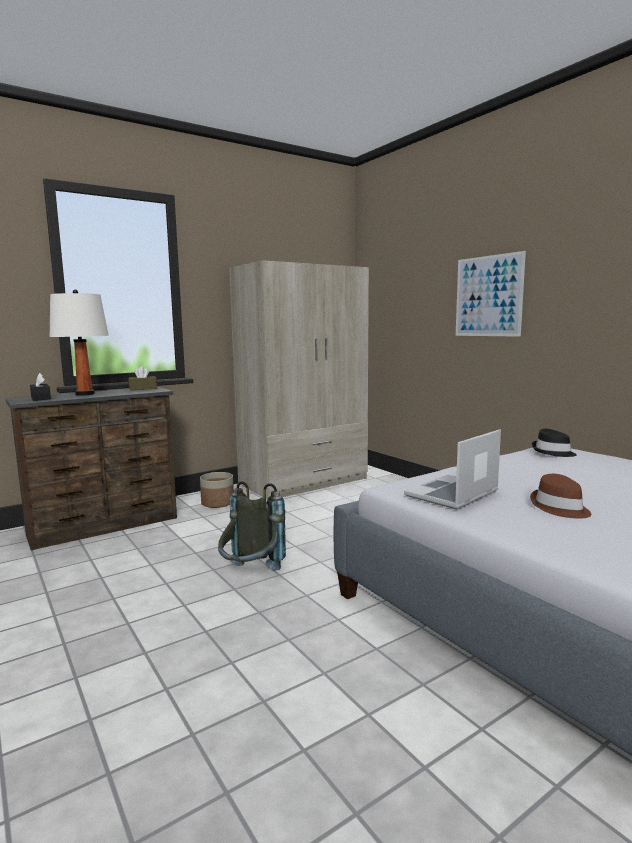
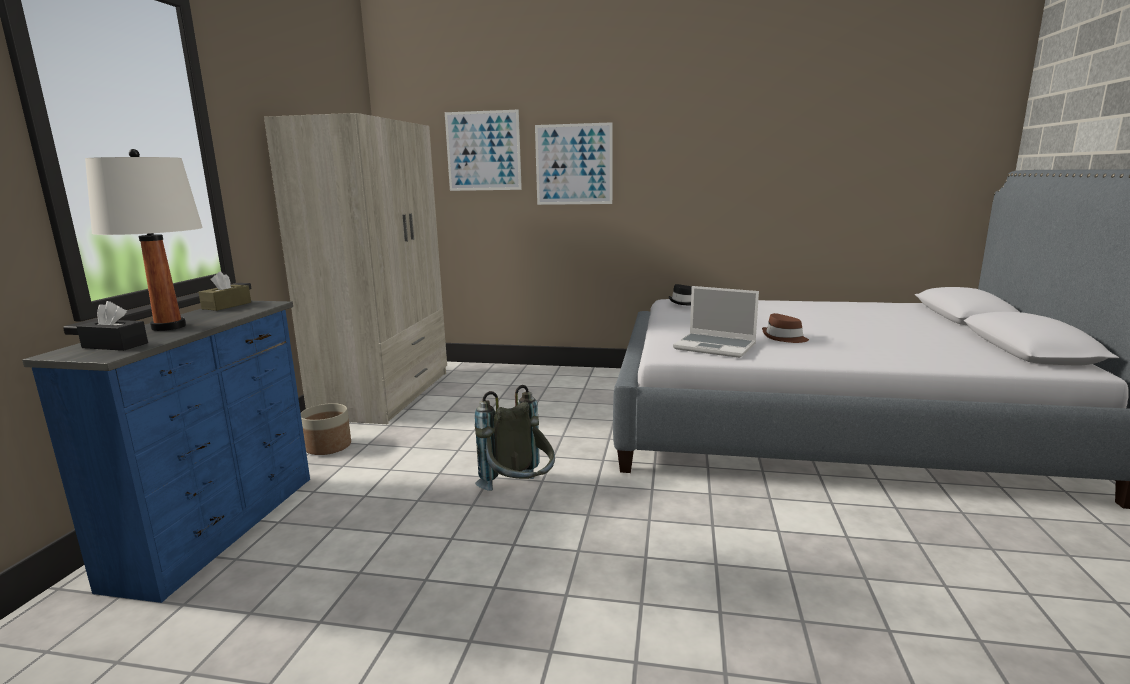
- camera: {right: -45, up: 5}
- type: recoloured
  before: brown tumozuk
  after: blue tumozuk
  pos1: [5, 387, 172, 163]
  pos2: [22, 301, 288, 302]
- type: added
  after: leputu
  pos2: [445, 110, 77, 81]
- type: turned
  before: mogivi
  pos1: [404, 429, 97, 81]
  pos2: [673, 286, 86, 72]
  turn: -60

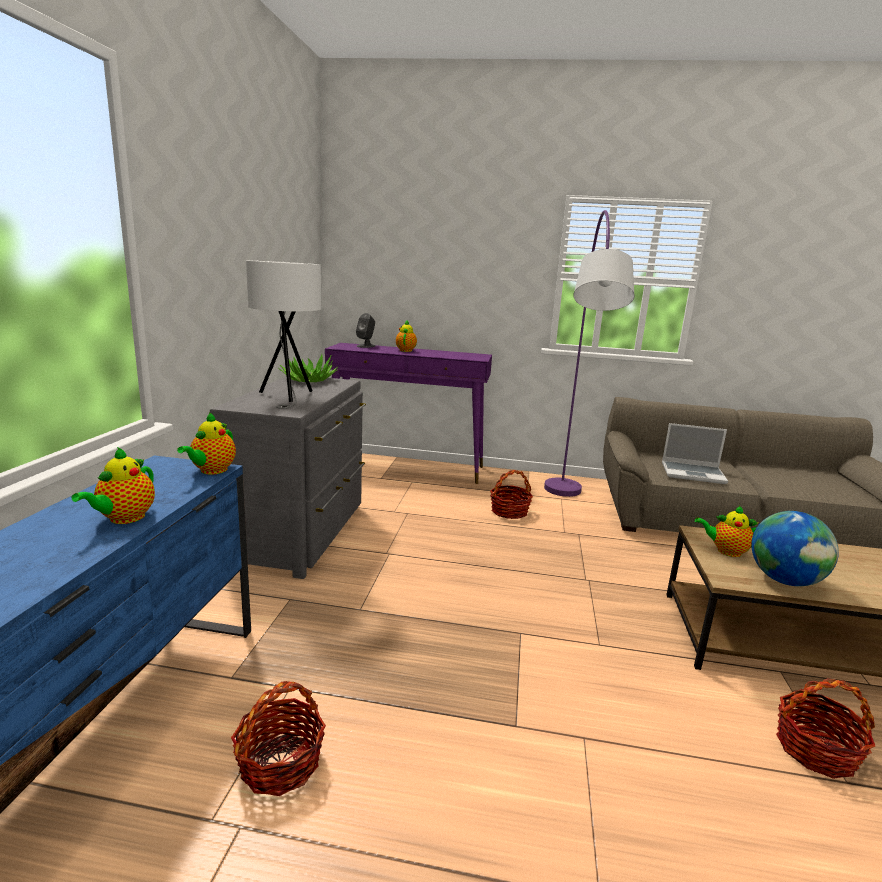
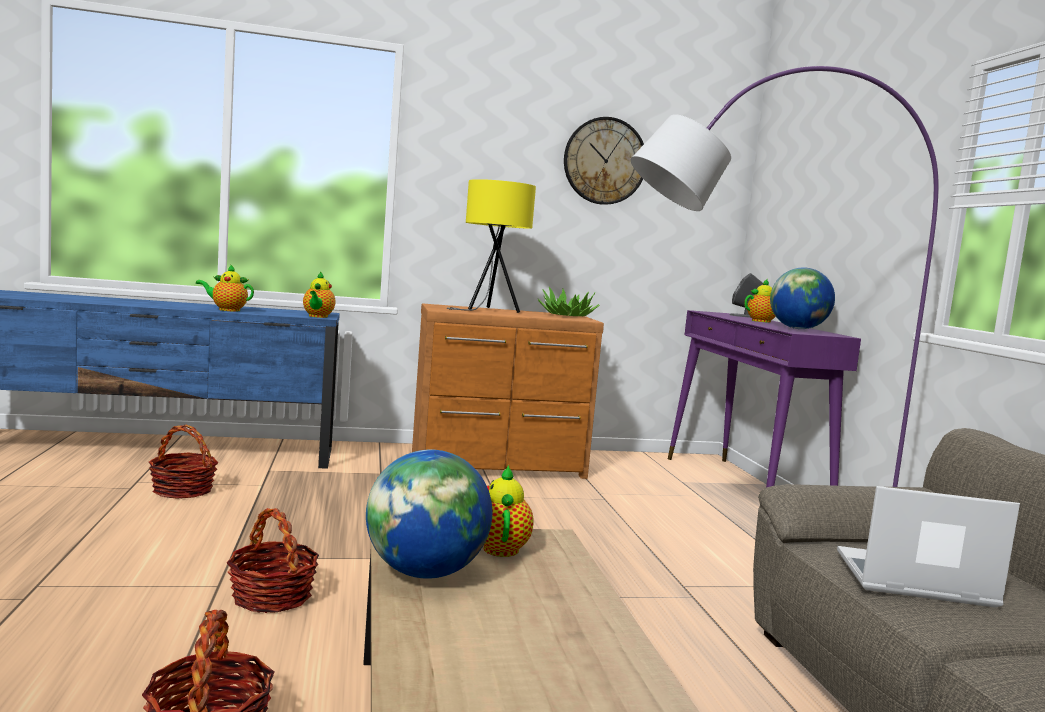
- camera: {right: 70, up: -10}
- type: moved
  before: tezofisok
  pos1: [490, 470, 43, 49]
  pos2: [227, 508, 92, 105]
- type: turned
  before: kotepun
  pos1: [177, 412, 59, 62]
  pos2: [303, 271, 32, 47]
  turn: -90
- type: recoloured
  before: grey tumozuk
  after: brown tumozuk
  pos1: [210, 376, 156, 203]
  pos2: [412, 303, 192, 176]
- type: recoloured
  before: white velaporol
  after: yellow velaporol
  pos1: [246, 260, 75, 149]
  pos2: [447, 179, 89, 134]
- type: added
  after: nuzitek
  pos2: [564, 117, 80, 88]
- type: added
  after: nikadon
  pos2: [770, 268, 65, 61]
- type: turned
  before: mogivi
  pos1: [662, 423, 66, 61]
  pos2: [837, 486, 183, 122]
  turn: 105

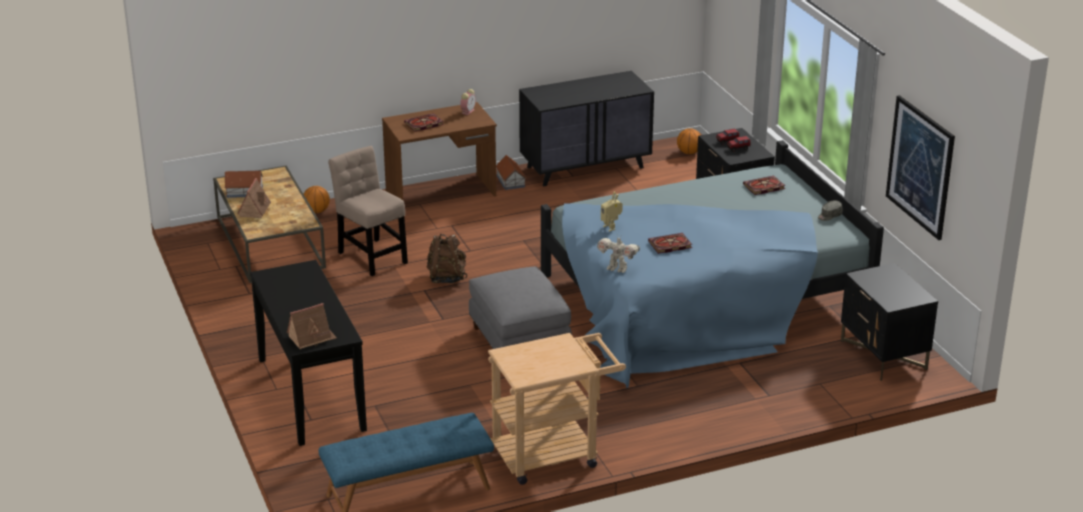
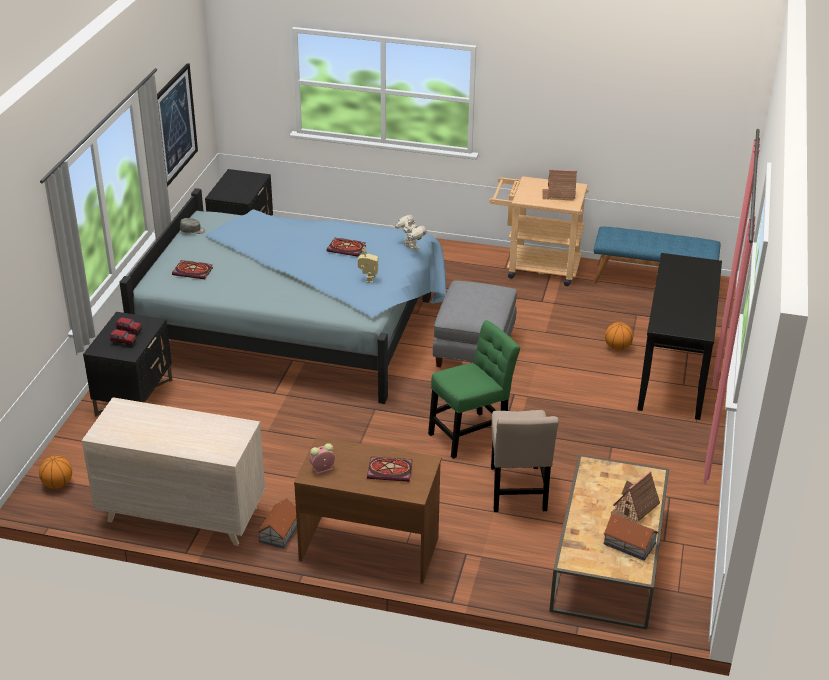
- camera: {right: -145, up: 5}
- type: recoloured
  before: black tumozuk
  after: beige tumozuk
  pos1: [519, 71, 135, 116]
  pos2: [82, 397, 183, 149]
- type: replaced
  before: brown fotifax
  after: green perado
  pos1: [426, 234, 41, 49]
  pos2: [428, 320, 92, 139]
- type: moved
  before: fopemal
  pos1: [287, 303, 50, 46]
  pos2: [542, 169, 35, 32]
- type: moved
  before: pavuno
  pos1: [304, 186, 26, 27]
  pos2: [605, 322, 28, 28]

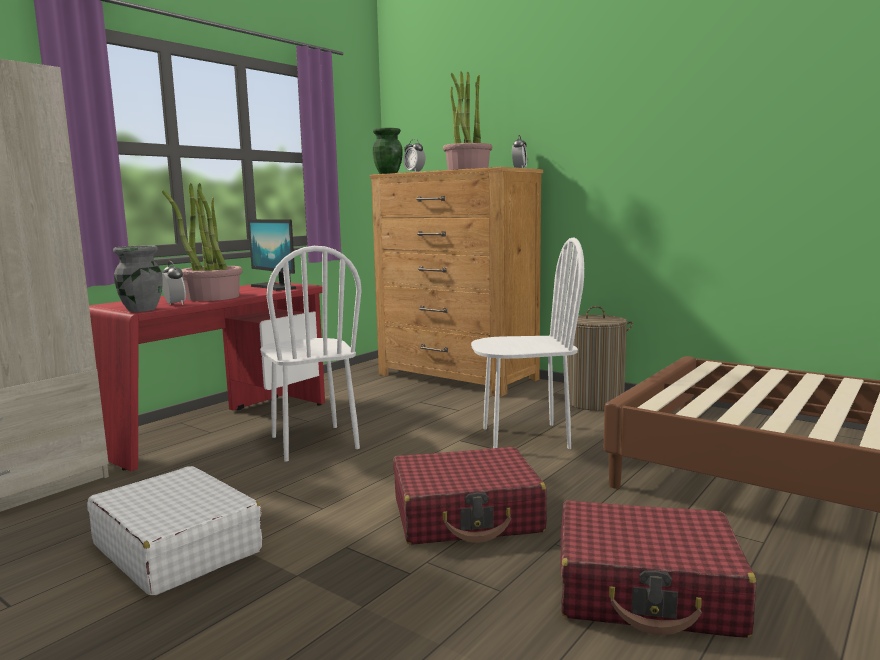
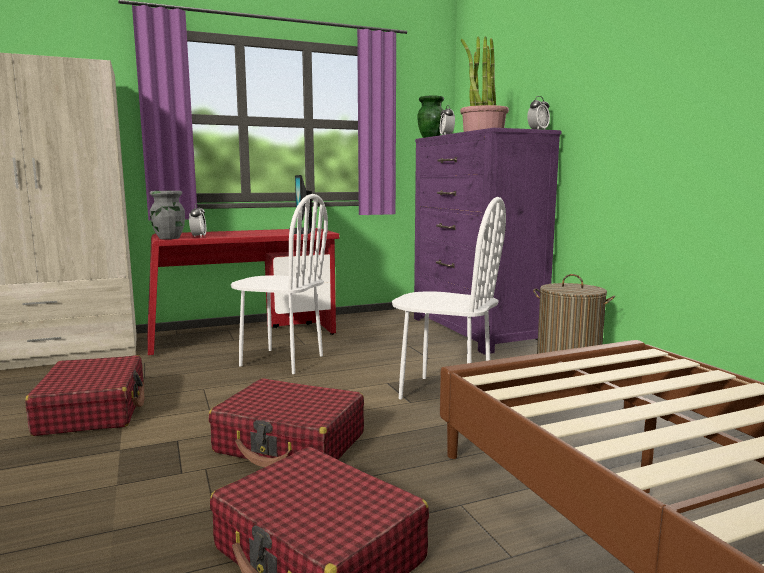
- camera: {right: 30, up: 0}
- type: recoloured
  before: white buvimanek
  after: red buvimanek
  pos1: [87, 466, 175, 130]
  pos2: [25, 355, 119, 81]
- type: turned
  before: white perado
  pos1: [260, 246, 102, 216]
  pos2: [231, 194, 97, 180]
  turn: -75
- type: recoloured
  before: brown tumozuk
  after: purple tumozuk
  pos1: [370, 167, 173, 230]
  pos2: [414, 128, 148, 226]
- type: removed
  before: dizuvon
  pos1: [162, 183, 81, 118]

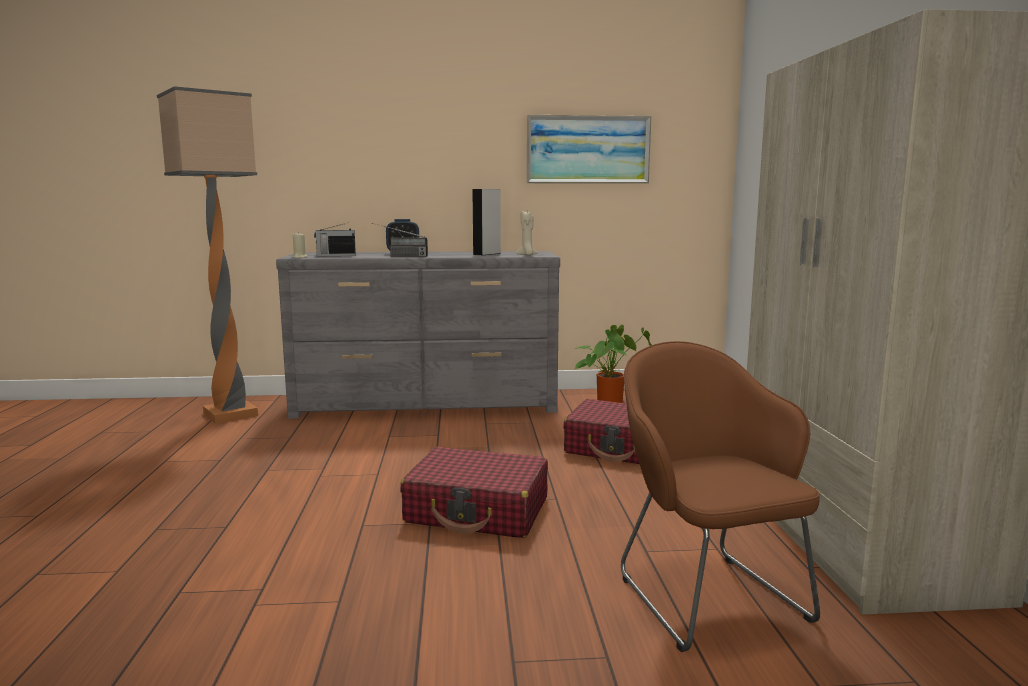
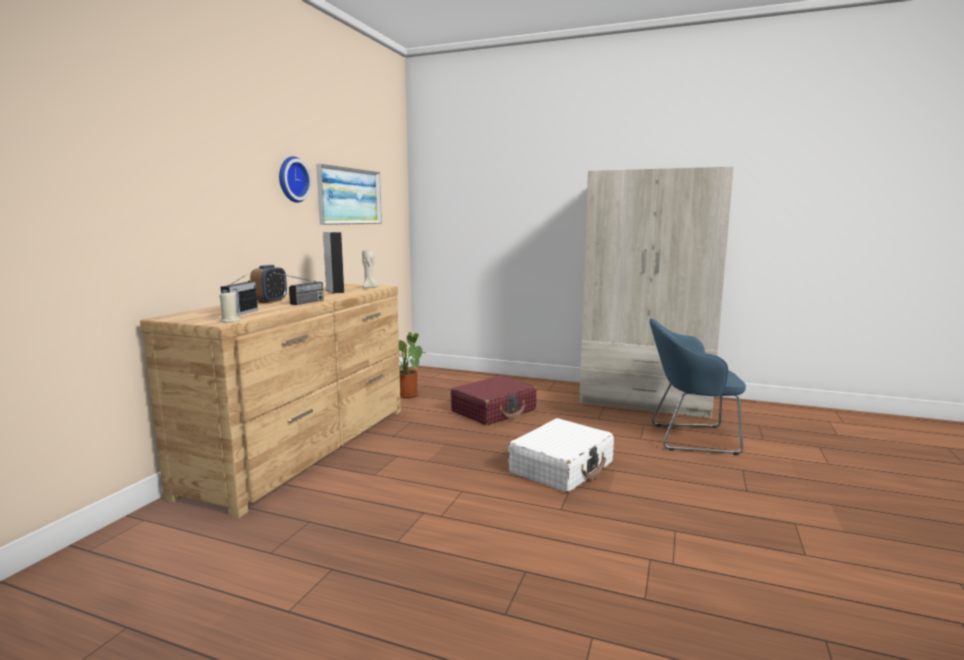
- camera: {right: -65, up: 0}
- type: recoloured
  before: grey tumozuk
  after: brown tumozuk
  pos1: [276, 251, 284, 168]
  pos2: [140, 284, 261, 234]
- type: added
  after: nuzitek
  pos2: [279, 156, 33, 47]
- type: recoloured
  before: red buvimanek
  after: white buvimanek
  pos1: [400, 447, 148, 91]
  pos2: [508, 418, 106, 75]
- type: recoloured
  before: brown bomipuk
  after: blue bomipuk
  pos1: [621, 341, 199, 311]
  pos2: [649, 318, 97, 137]
- type: removed
  before: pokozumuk
  pos1: [157, 86, 101, 338]

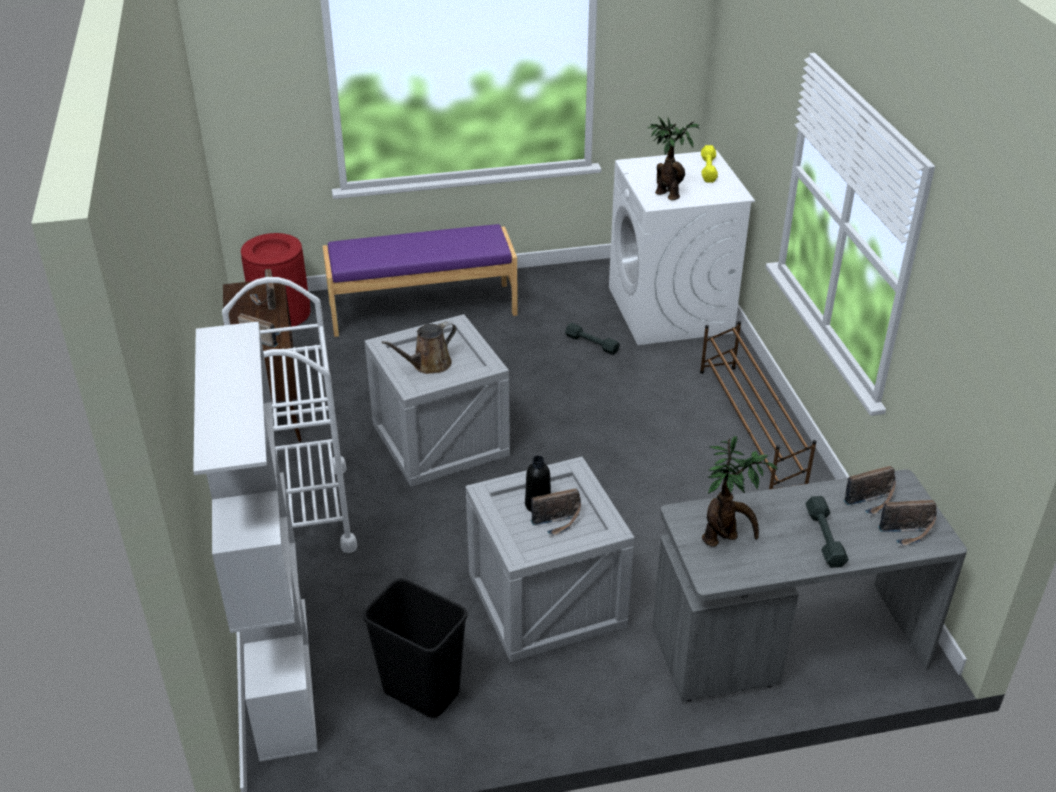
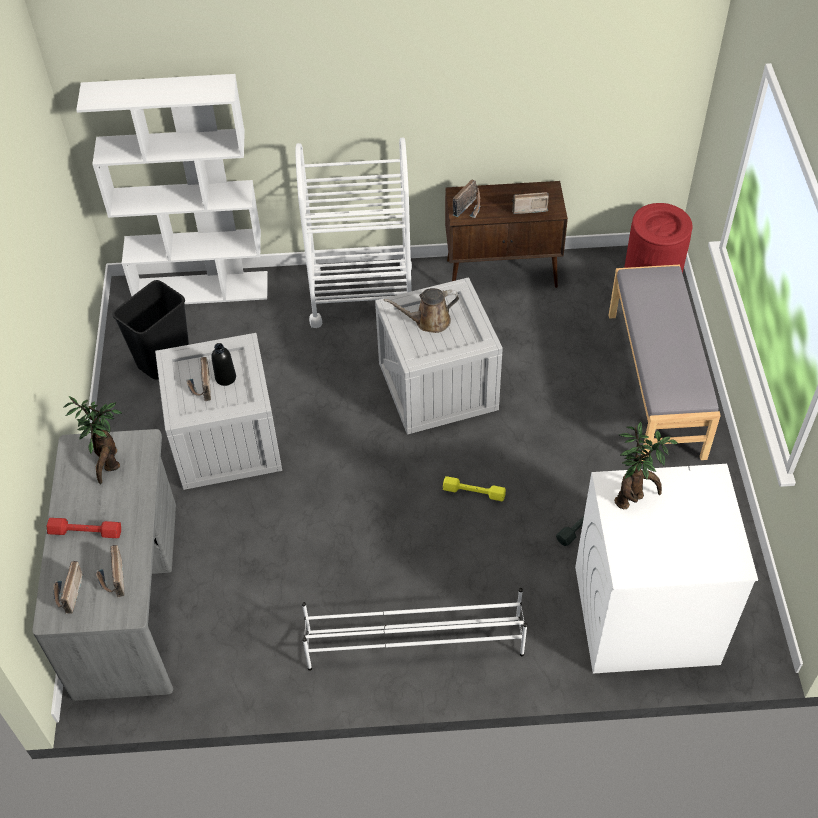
- camera: {right: 100, up: 15}
- type: recoloured
  before: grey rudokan
  after: red rudokan
  pos1: [805, 496, 44, 72]
  pos2: [47, 518, 74, 20]
- type: recoloured
  before: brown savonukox
  after: white savonukox
  pos1: [700, 321, 117, 168]
  pos2: [302, 588, 225, 83]
- type: turned
  before: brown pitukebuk
  pos1: [382, 321, 74, 53]
  pos2: [383, 288, 76, 45]
  turn: -75
- type: moved
  before: yellow rudokan
  pos1: [701, 145, 17, 38]
  pos2: [443, 476, 63, 25]
- type: recoloured
  before: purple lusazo
  after: grey lusazo
  pos1: [323, 224, 195, 113]
  pos2: [608, 265, 113, 196]

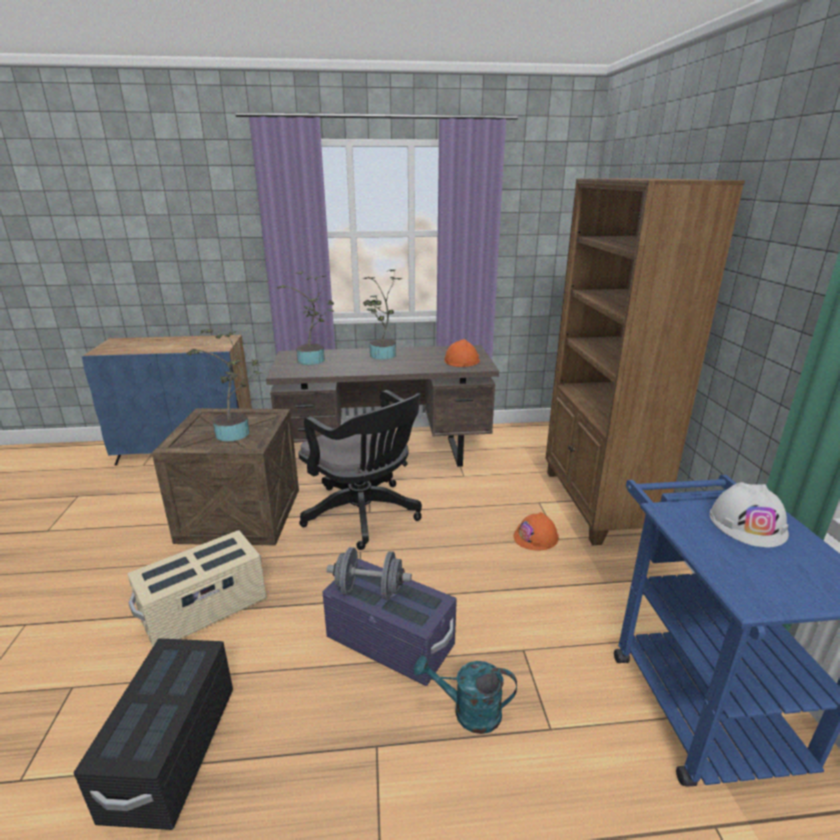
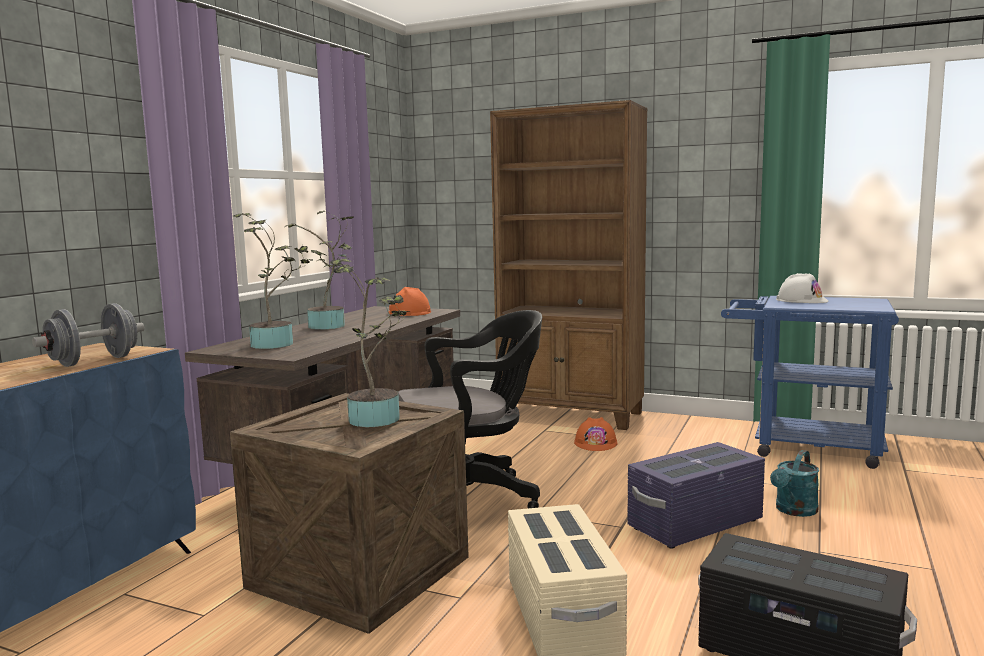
- camera: {right: -60, up: -15}
- type: moved
  before: grey rudokan
  pos1: [327, 547, 85, 53]
  pos2: [32, 303, 112, 64]

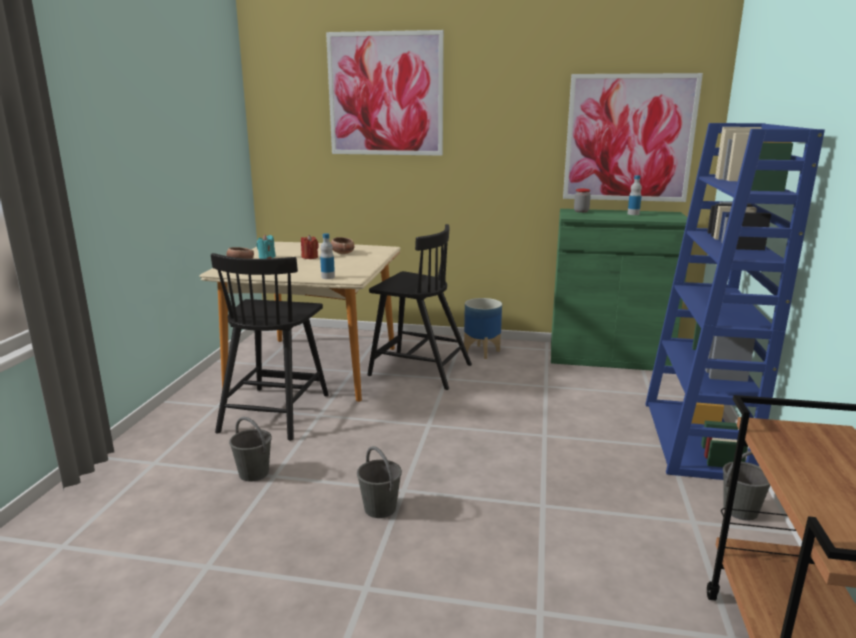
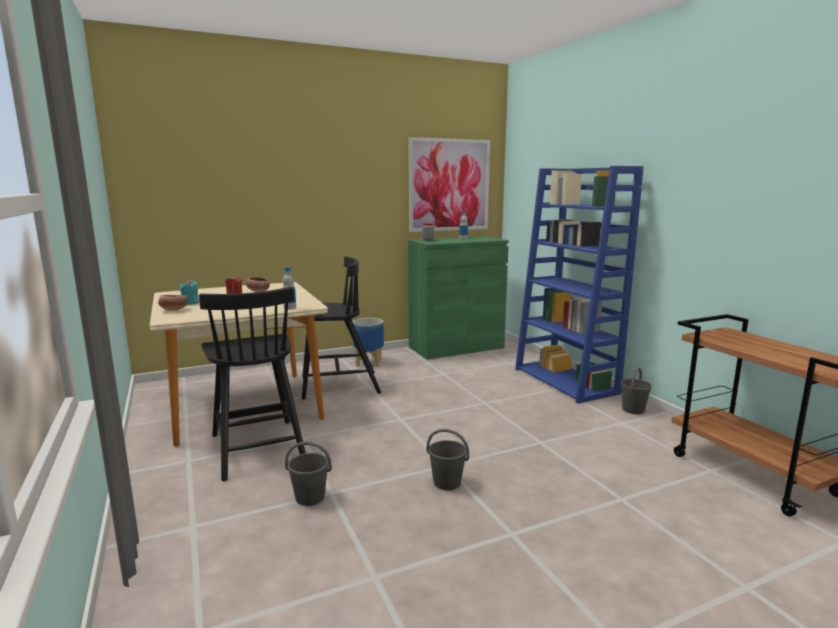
- camera: {right: -35, up: -5}
- type: removed
  before: leputu
  pos1: [326, 30, 118, 126]

